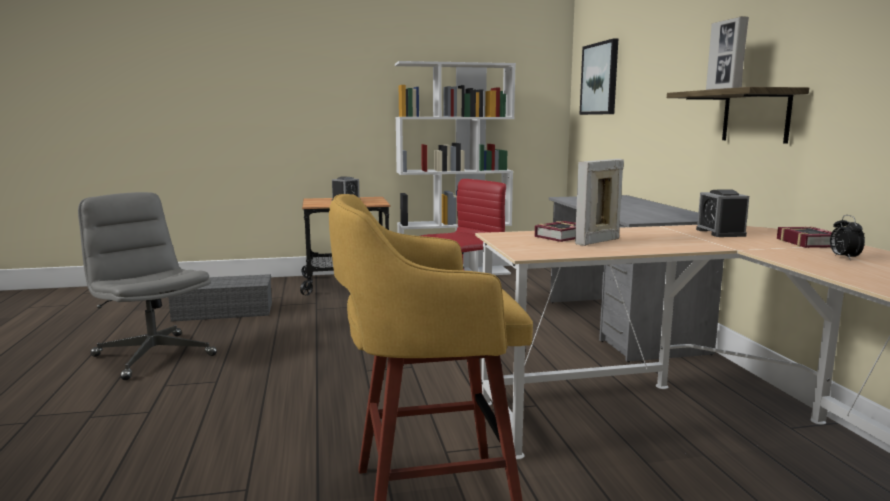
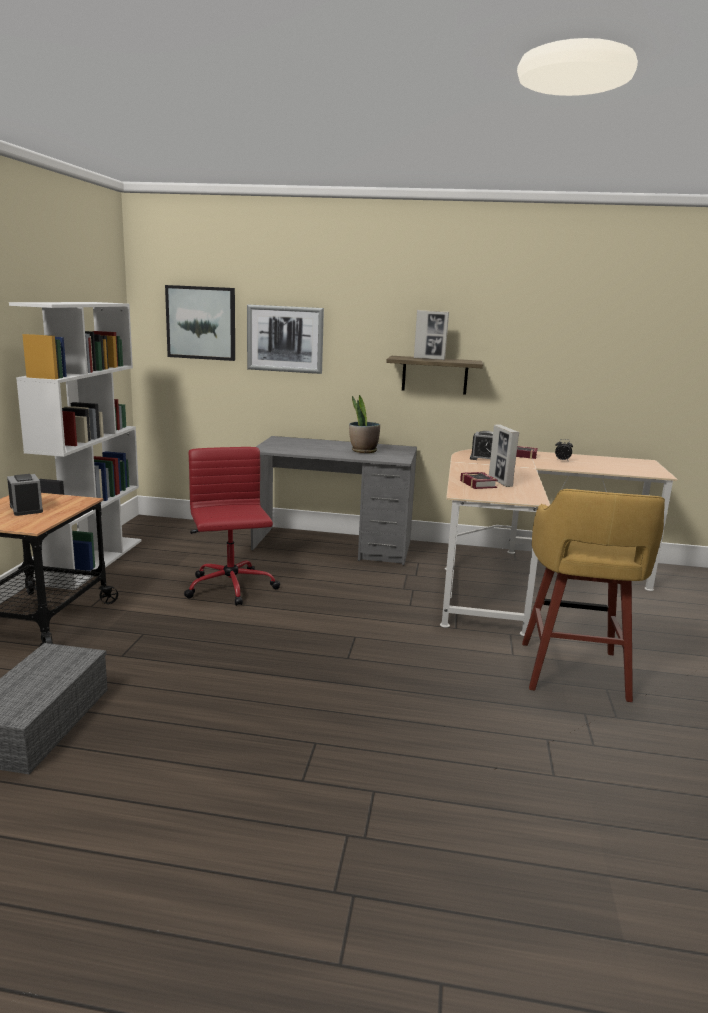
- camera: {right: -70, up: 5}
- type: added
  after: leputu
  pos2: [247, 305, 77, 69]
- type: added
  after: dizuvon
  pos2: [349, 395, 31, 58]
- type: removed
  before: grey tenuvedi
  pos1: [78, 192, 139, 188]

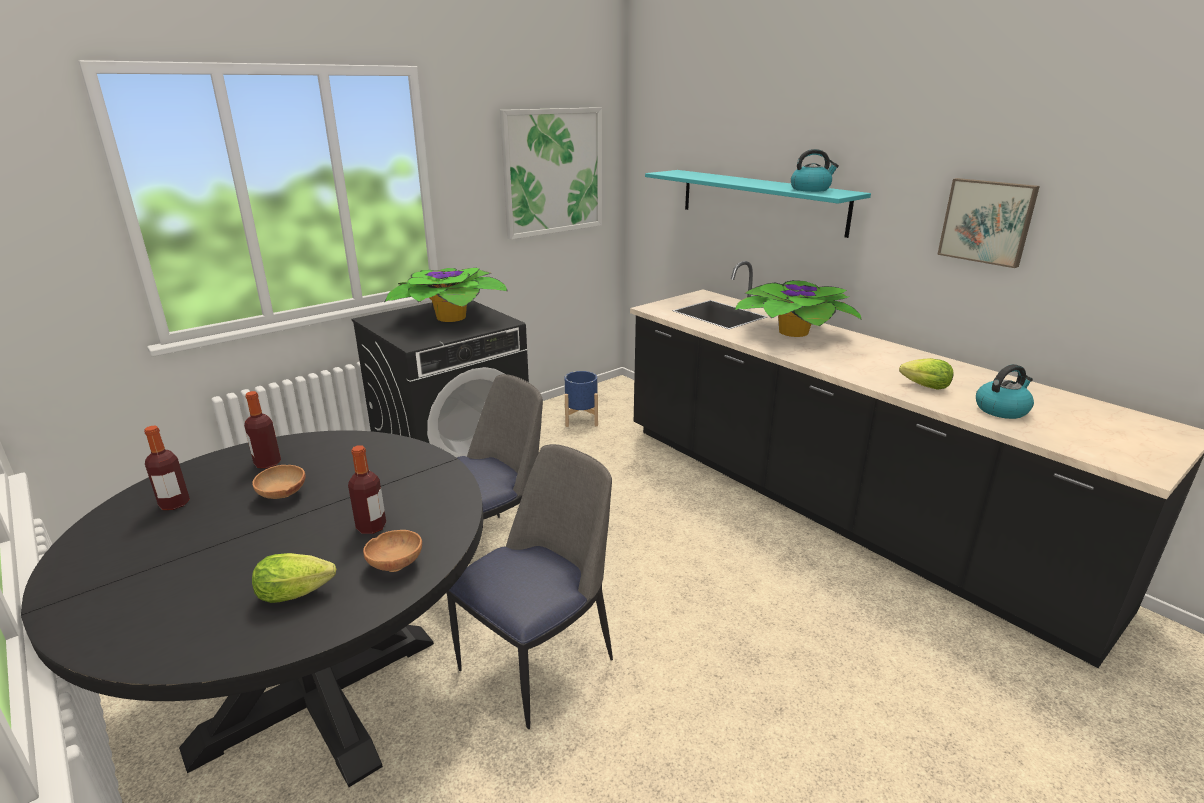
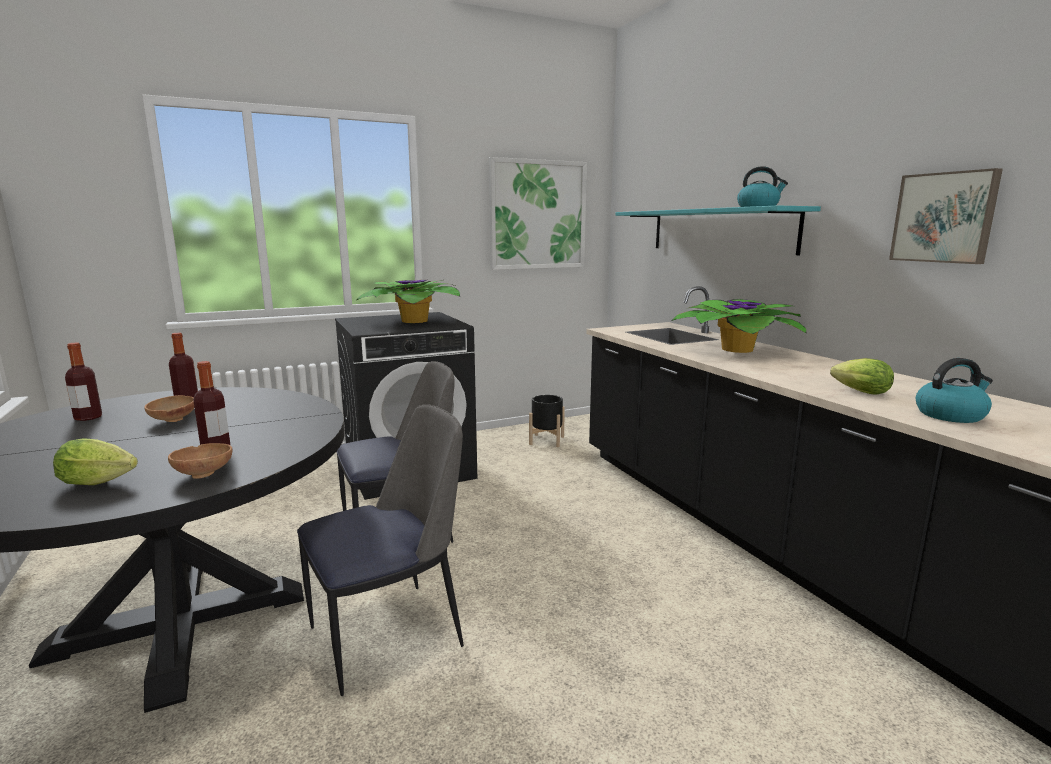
- camera: {right: 15, up: -10}
- type: recoloured
  before: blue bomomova
  after: black bomomova
  pos1: [565, 371, 33, 56]
  pos2: [529, 395, 36, 52]

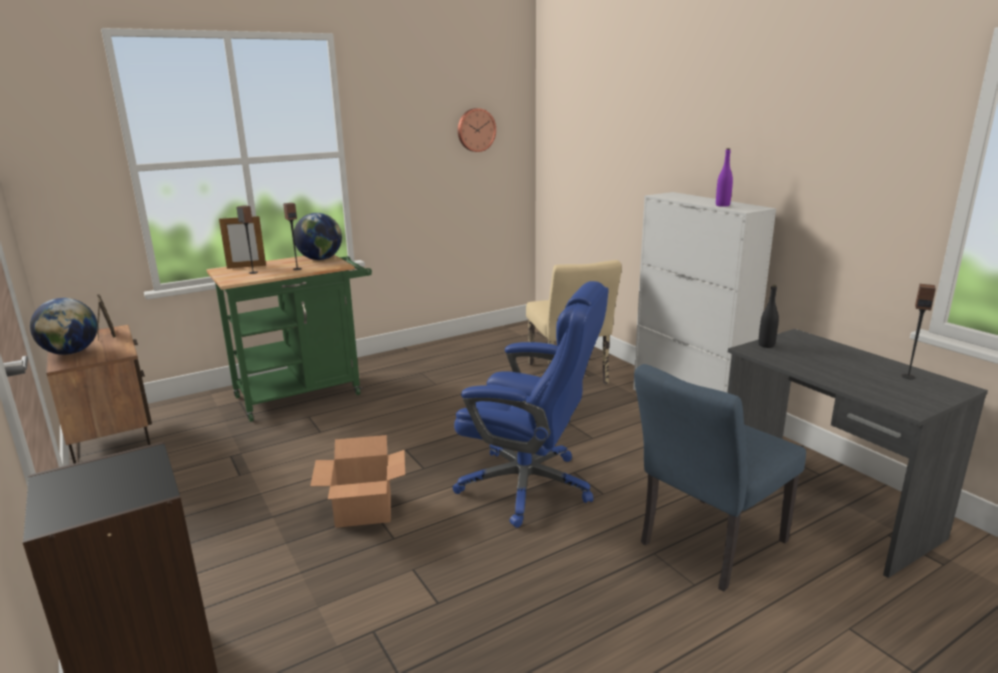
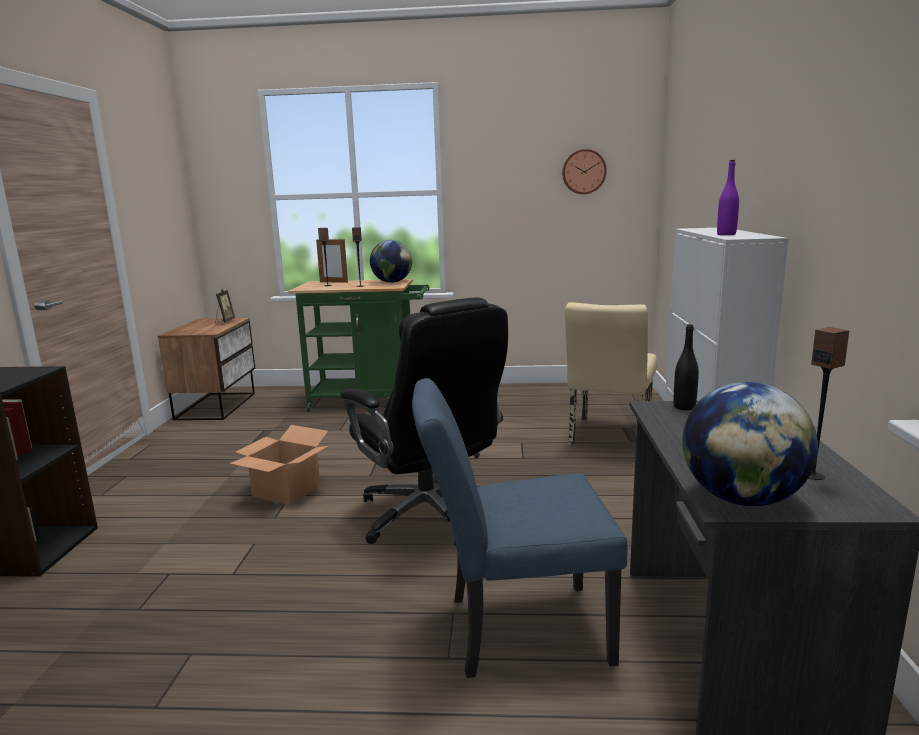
- camera: {right: 35, up: -5}
- type: recoloured
  before: blue tenuvedi
  after: black tenuvedi
  pos1: [452, 281, 157, 247]
  pos2: [340, 297, 168, 249]
- type: moved
  before: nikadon
  pos1: [30, 298, 68, 57]
  pos2: [682, 382, 136, 124]

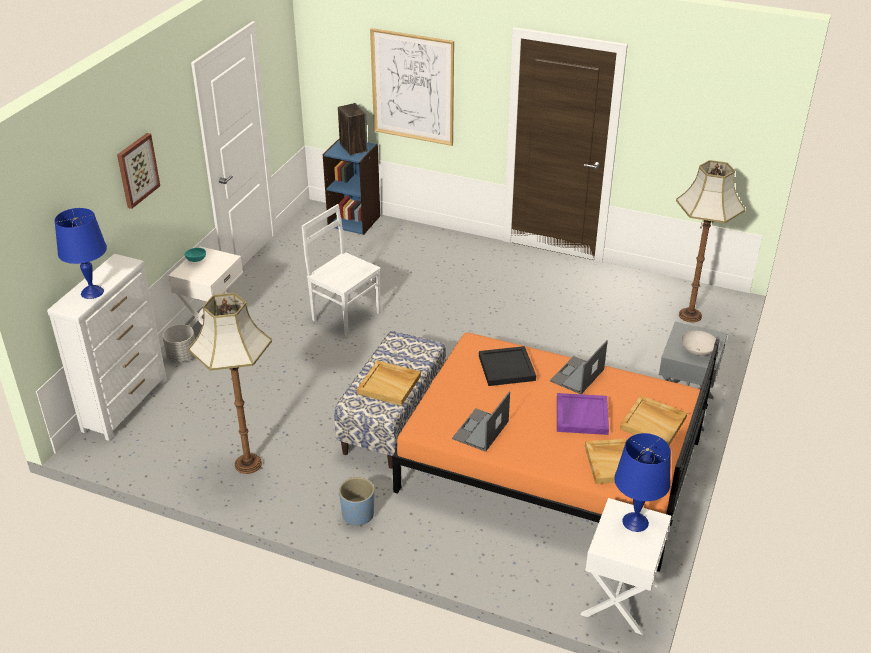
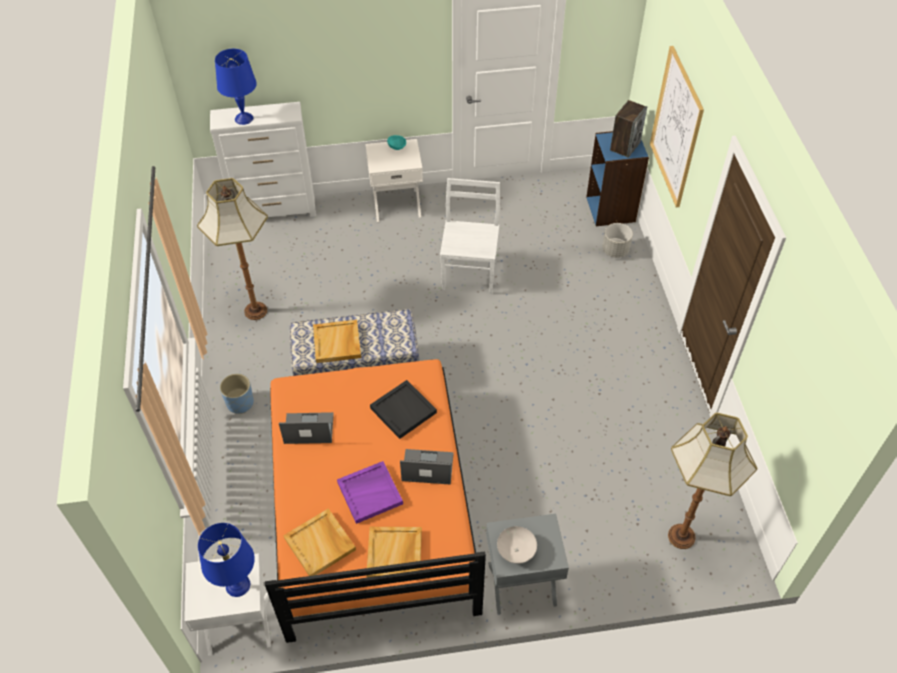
- camera: {right: 60, up: 15}
- type: moved
  before: grey bomomova
  pos1: [162, 324, 33, 38]
  pos2: [602, 223, 31, 35]
- type: removed
  before: leputu
  pos1: [117, 133, 43, 76]

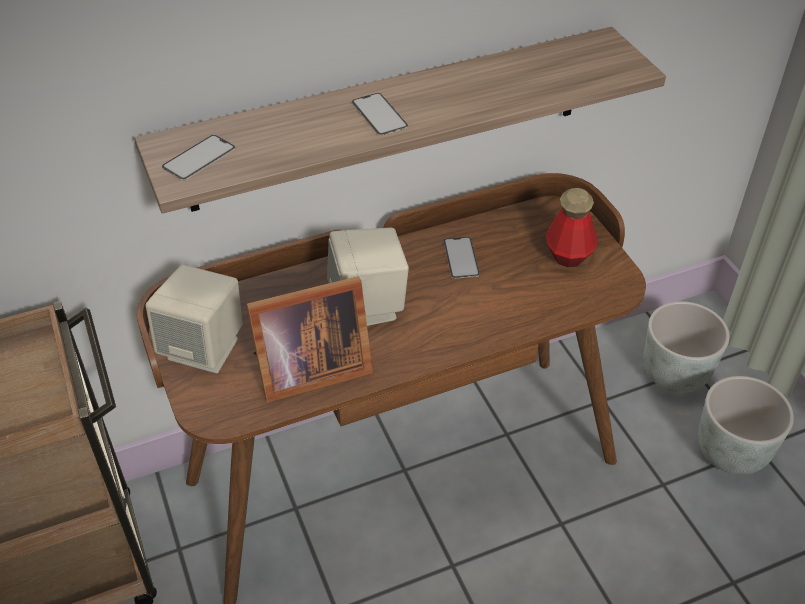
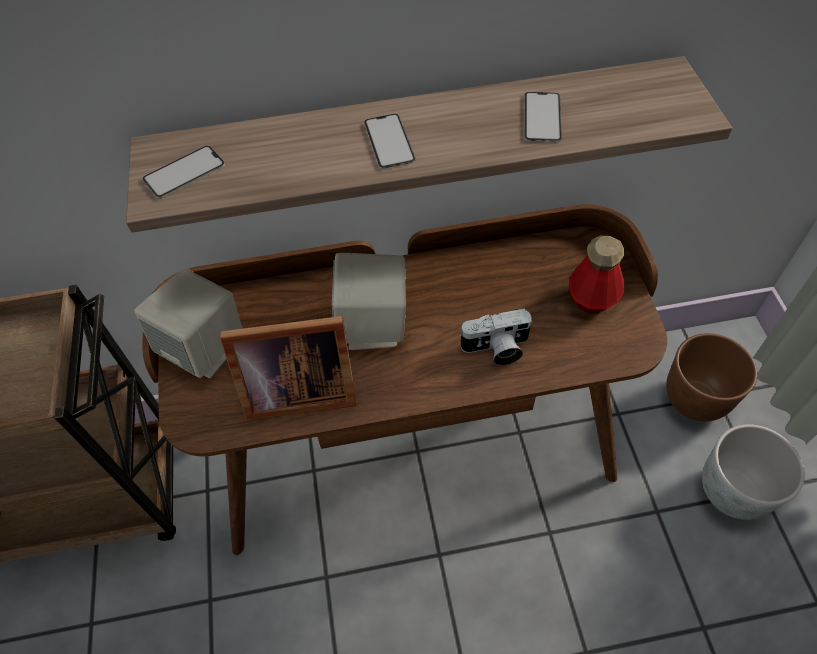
- camera: {right: 15, up: 10}
- type: added
  after: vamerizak
  pos2: [459, 308, 74, 57]
- type: moved
  before: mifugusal
  pos1: [443, 237, 37, 42]
  pos2: [524, 92, 38, 50]
- type: recoloured
  before: grey bomomova
  after: brown bomomova
  pos1: [644, 301, 86, 92]
  pos2: [666, 333, 91, 89]

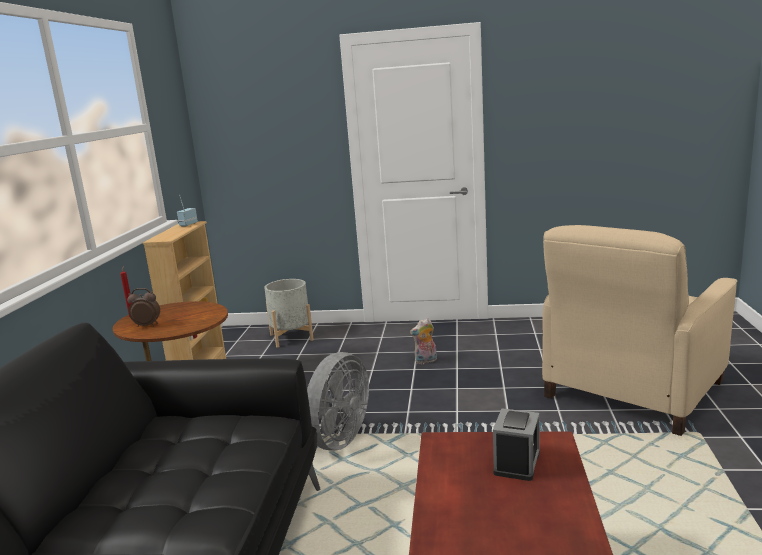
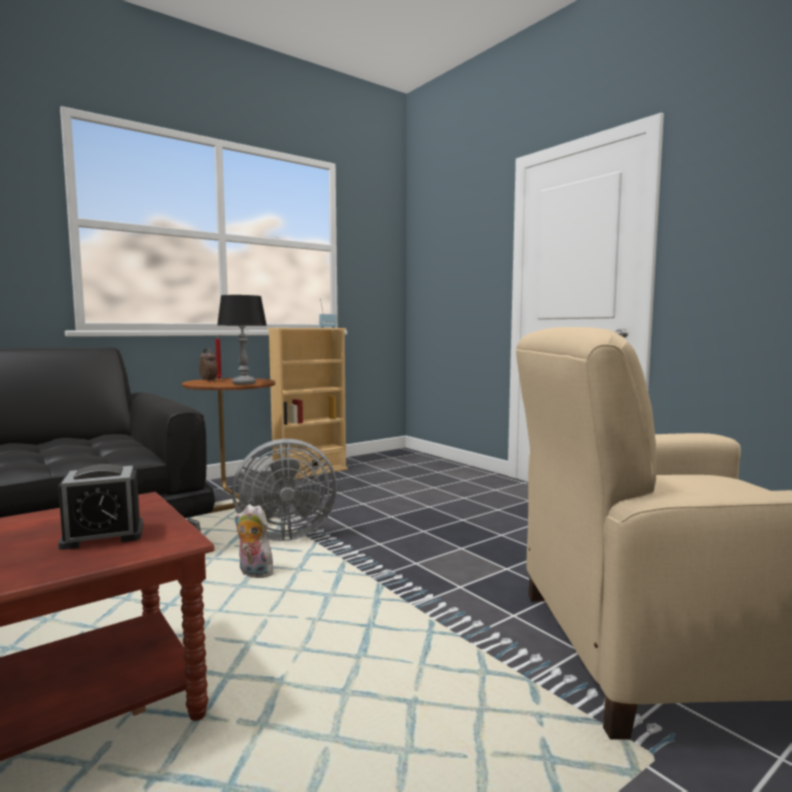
- camera: {right: 45, up: -10}
- type: added
  after: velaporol
  pos2: [217, 295, 50, 90]
- type: moved
  before: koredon
  pos1: [410, 318, 27, 46]
  pos2: [234, 504, 40, 74]
- type: removed
  before: grey bomomova
  pos1: [264, 279, 50, 68]

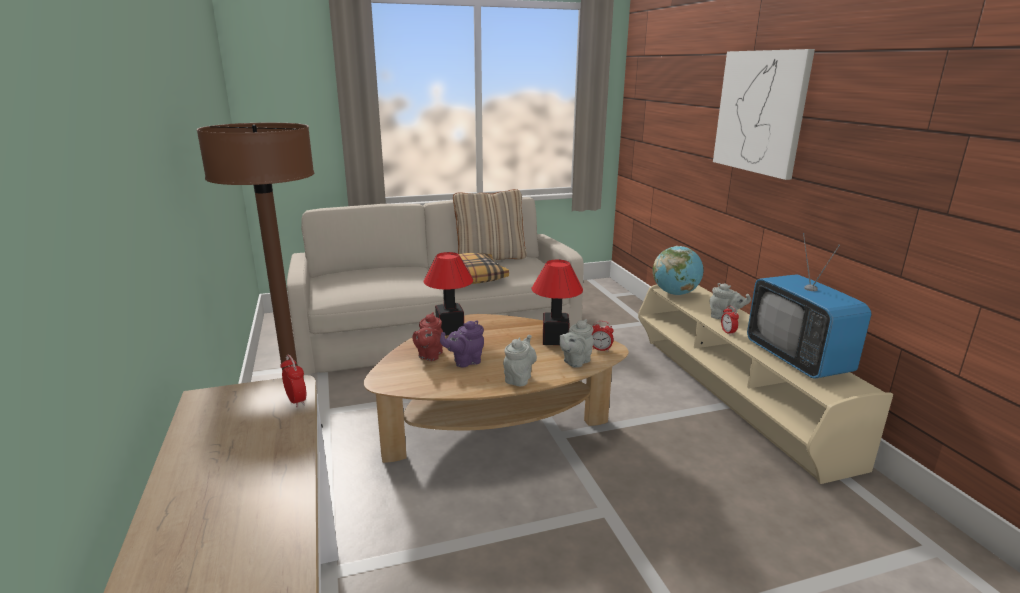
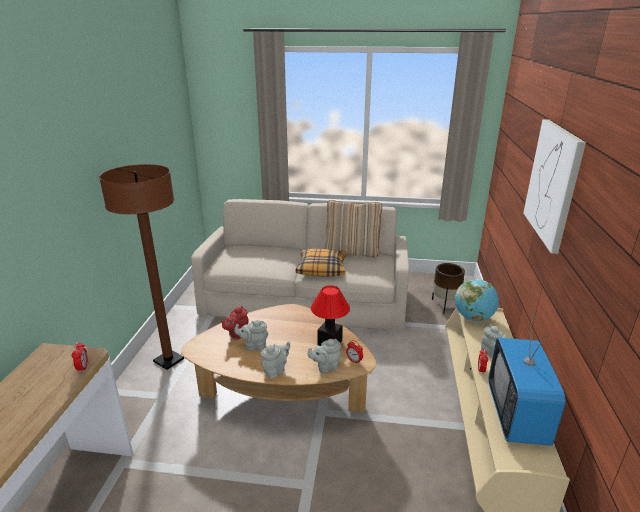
- camera: {right: 25, up: 5}
- type: recoloured
  before: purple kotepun
  after: grey kotepun
  pos1: [440, 320, 44, 47]
  pos2: [234, 320, 34, 31]
- type: added
  after: brown bomomova
  pos2: [432, 263, 33, 51]
- type: removed
  before: velaporol
  pos1: [424, 252, 49, 84]

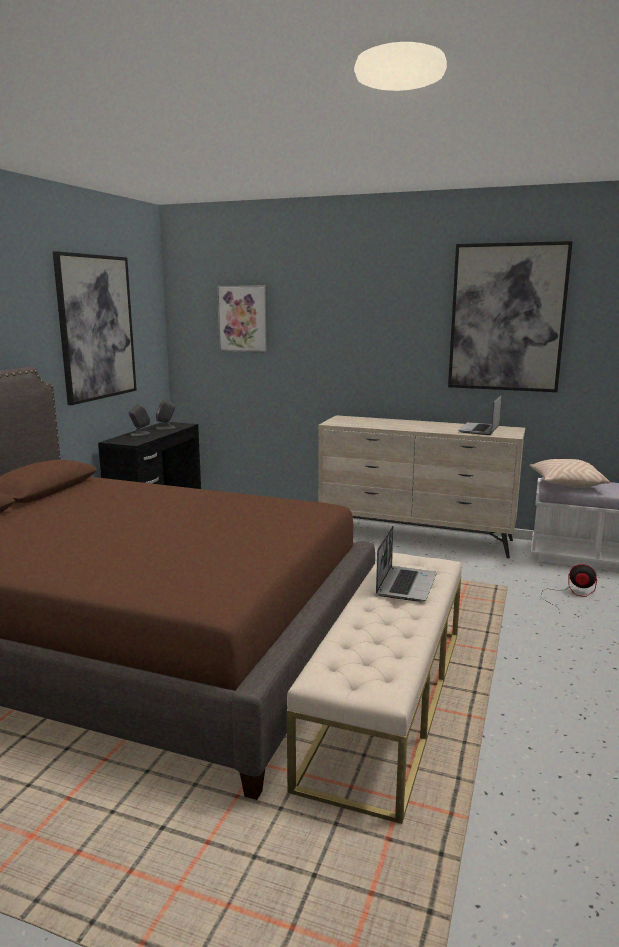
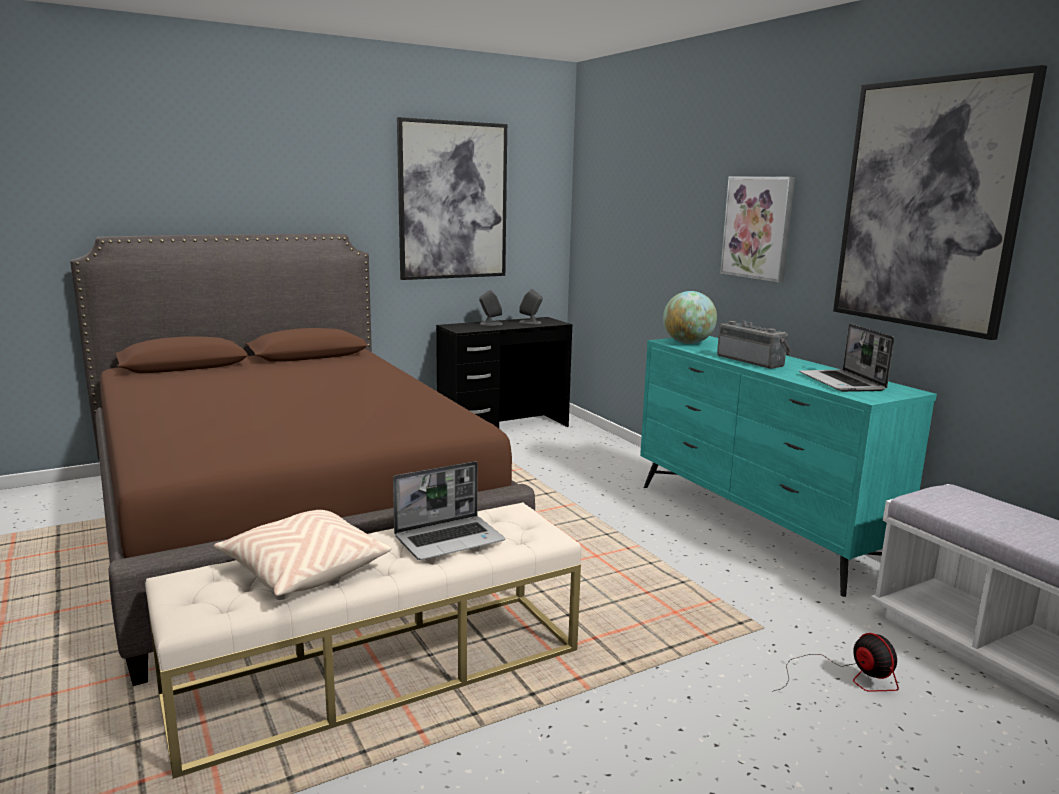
- camera: {right: 40, up: 0}
- type: moved
  before: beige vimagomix
  pos1: [530, 459, 80, 28]
  pos2: [214, 510, 177, 86]
- type: recoloured
  before: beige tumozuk
  after: turquoise tumozuk
  pos1: [318, 415, 207, 143]
  pos2: [640, 336, 297, 261]
- type: added
  after: nikadon
  pos2: [663, 291, 54, 53]
- type: added
  after: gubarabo
  pos2: [717, 321, 74, 48]
- type: moved
  before: leputu
  pos1: [217, 285, 51, 68]
  pos2: [720, 176, 75, 107]
- type: turned
  before: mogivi
  pos1: [458, 395, 43, 40]
  pos2: [799, 323, 95, 69]
  turn: -75

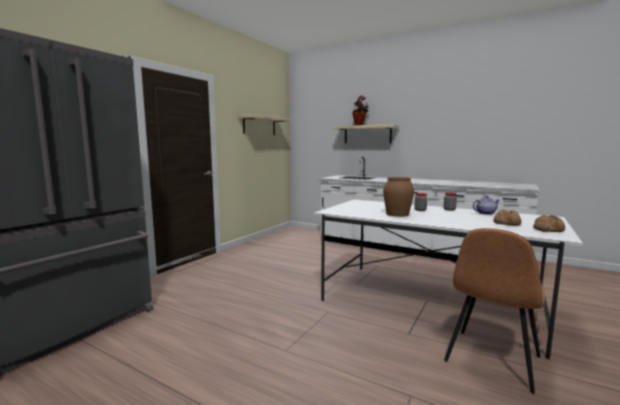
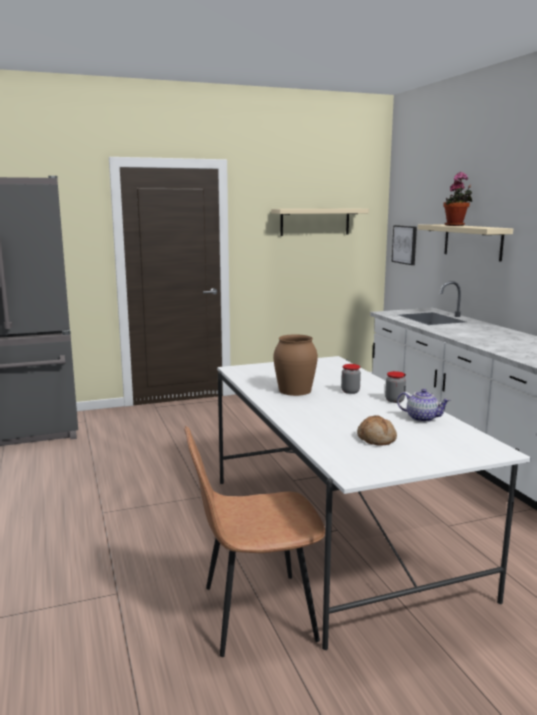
- camera: {right: 40, up: 5}
- type: added
  after: leputu
  pos2: [392, 225, 25, 40]
- type: removed
  before: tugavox
  pos1: [533, 215, 32, 17]

